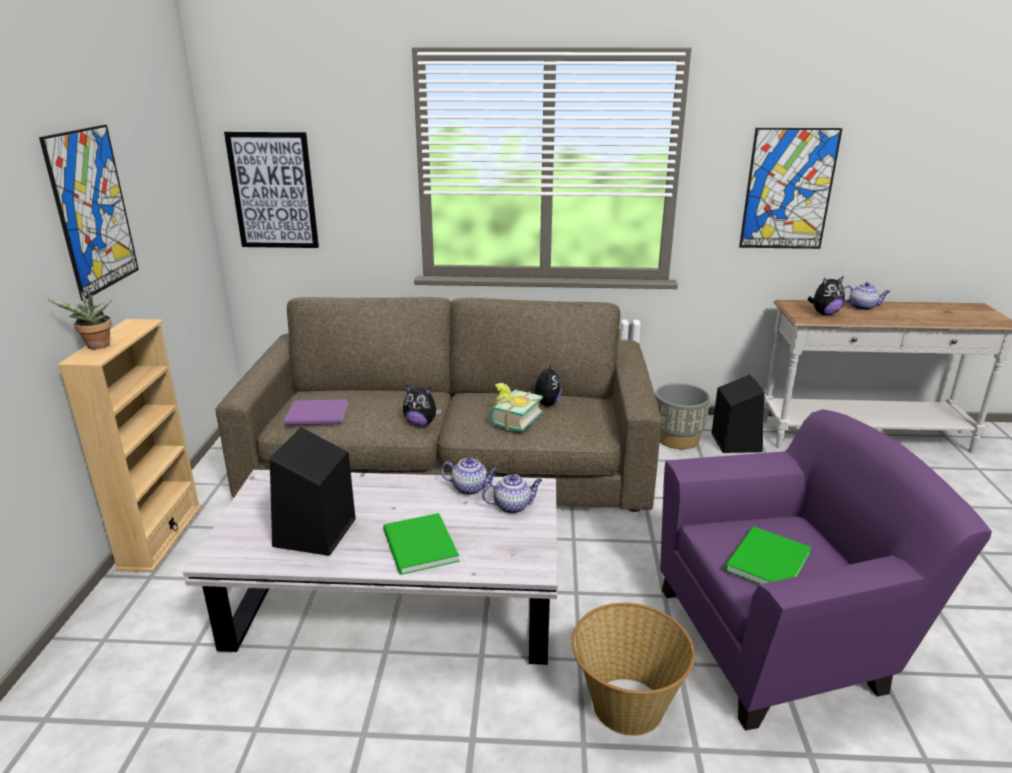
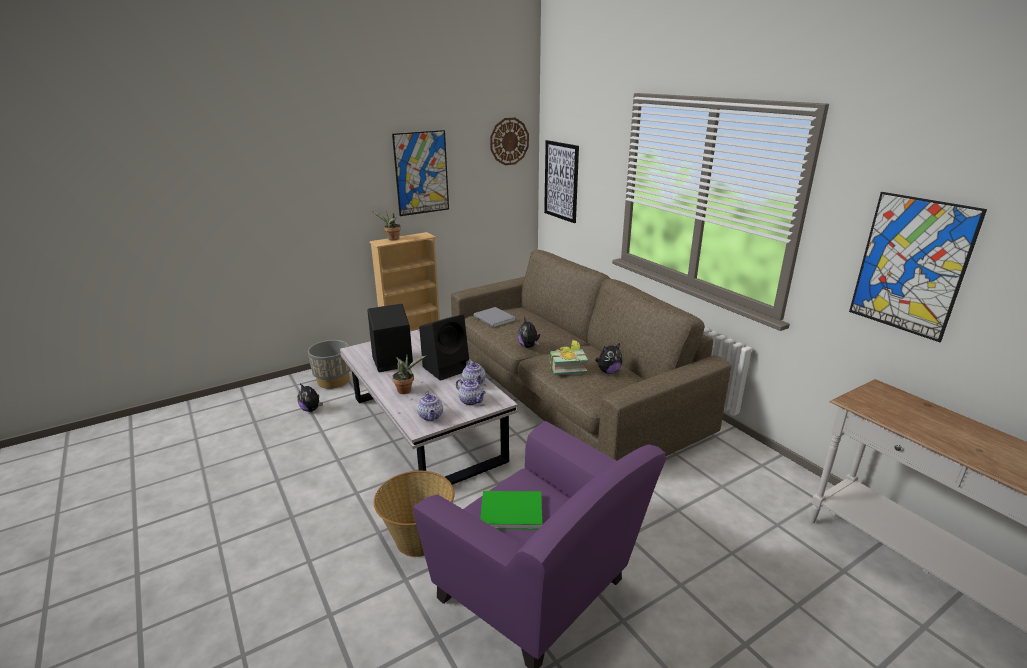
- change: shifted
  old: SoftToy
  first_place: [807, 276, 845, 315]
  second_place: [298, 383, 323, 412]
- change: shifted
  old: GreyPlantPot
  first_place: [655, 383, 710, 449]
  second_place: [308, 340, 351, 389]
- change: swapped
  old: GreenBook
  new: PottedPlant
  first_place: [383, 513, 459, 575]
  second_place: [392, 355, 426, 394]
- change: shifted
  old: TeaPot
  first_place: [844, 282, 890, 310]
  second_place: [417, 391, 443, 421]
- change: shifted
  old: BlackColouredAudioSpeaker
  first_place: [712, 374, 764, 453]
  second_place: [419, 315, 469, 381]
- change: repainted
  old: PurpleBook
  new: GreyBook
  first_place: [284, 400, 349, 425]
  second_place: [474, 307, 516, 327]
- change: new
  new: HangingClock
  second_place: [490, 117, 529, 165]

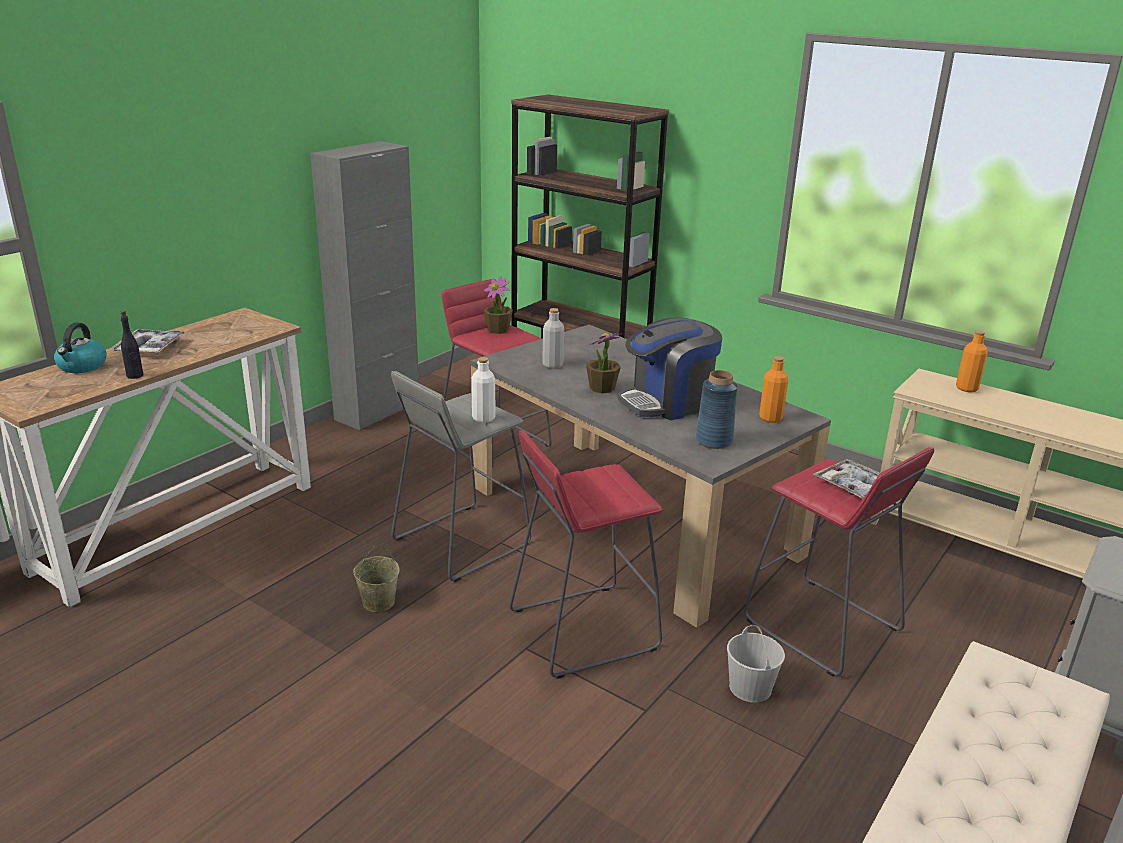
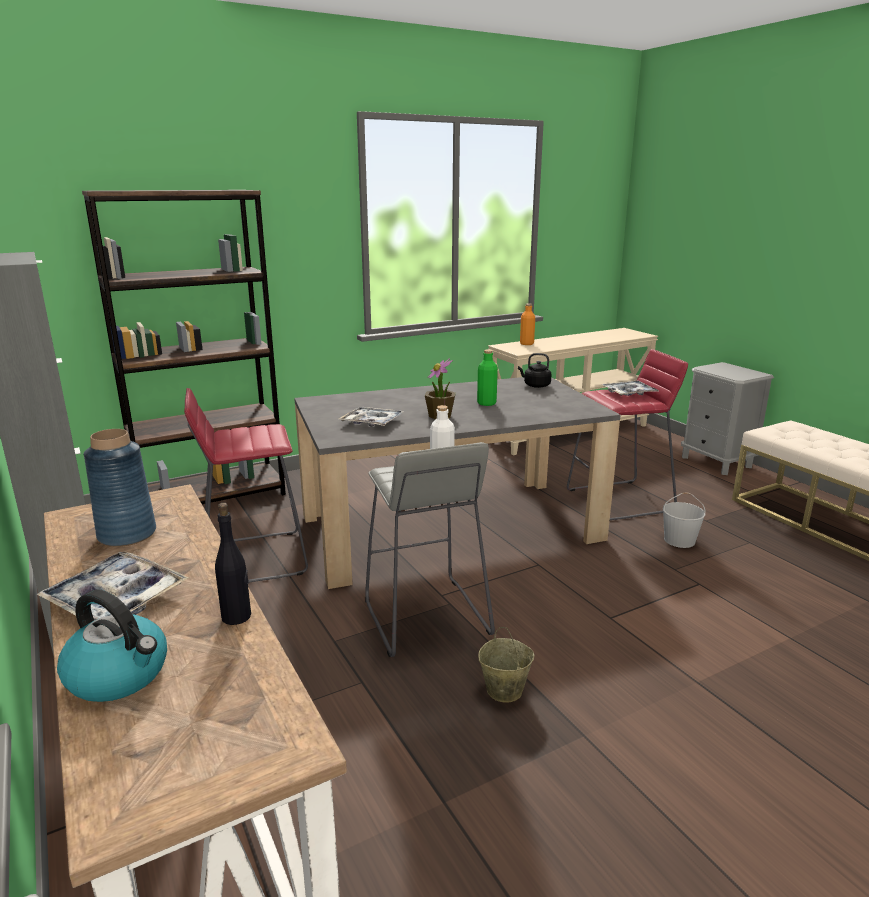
- change: shifted
  old: BluishFlowerVase
  first_place: [696, 370, 738, 449]
  second_place: [84, 429, 156, 547]
- change: swapped
  old: GreyBottle
  new: Tray
  first_place: [542, 308, 564, 369]
  second_place: [339, 407, 404, 427]
- change: swapped
  old: CoffeeMaker
  new: GreenBottle
  first_place: [617, 317, 722, 420]
  second_place: [477, 350, 498, 406]
- change: swapped
  old: OrangeBottle
  new: BlackColouredKettle
  first_place: [759, 356, 788, 423]
  second_place: [518, 353, 552, 388]
- change: gone
  old: PottedPlant
  first_place: [483, 277, 513, 334]
- change: gone
  old: RedColouredSittingStool
  first_place: [509, 430, 663, 679]

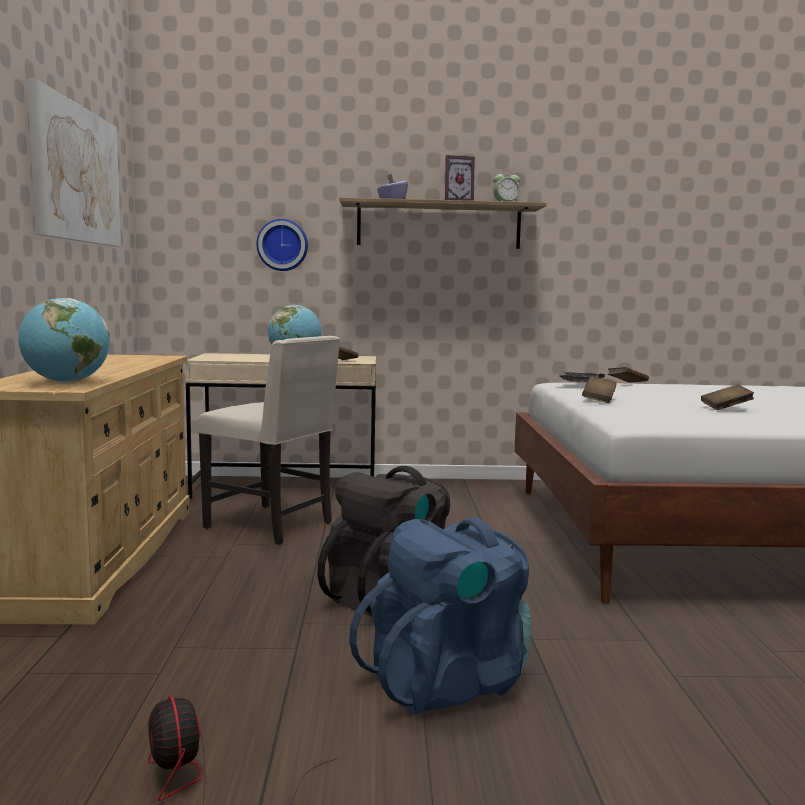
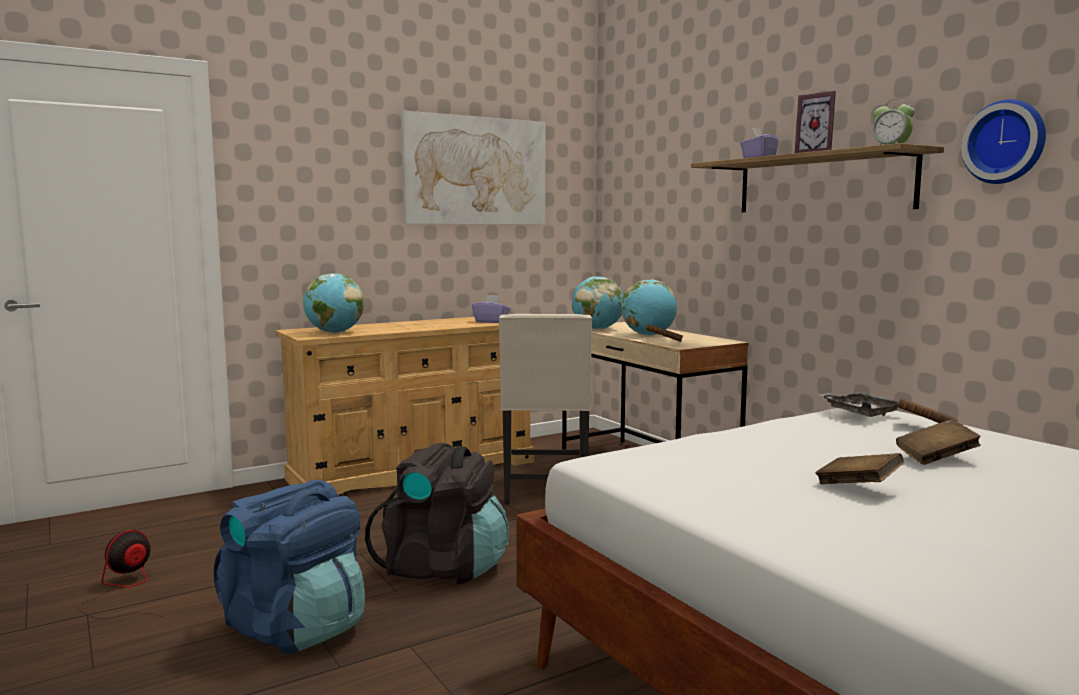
- change: new
  new: PurpleTissueBox
  second_place: [472, 295, 510, 323]
- change: new
  new: DeskGlobe
  second_place: [572, 276, 623, 330]
- change: shifted
  old: BrownishBook
  first_place: [582, 376, 617, 403]
  second_place: [896, 419, 981, 465]
- change: shifted
  old: HangingClock
  first_place: [257, 219, 308, 271]
  second_place: [961, 99, 1046, 184]

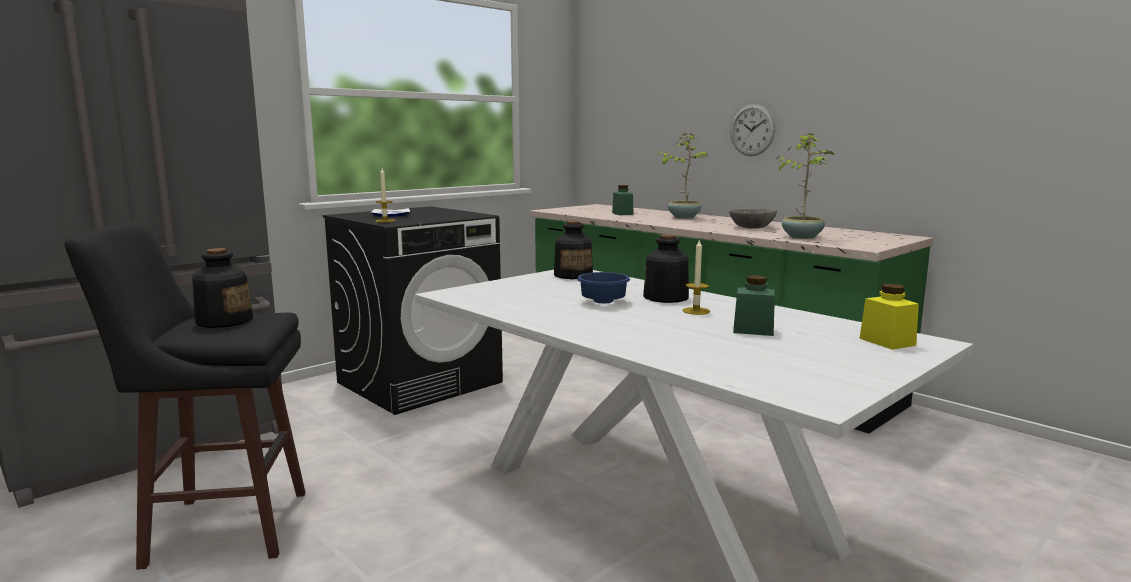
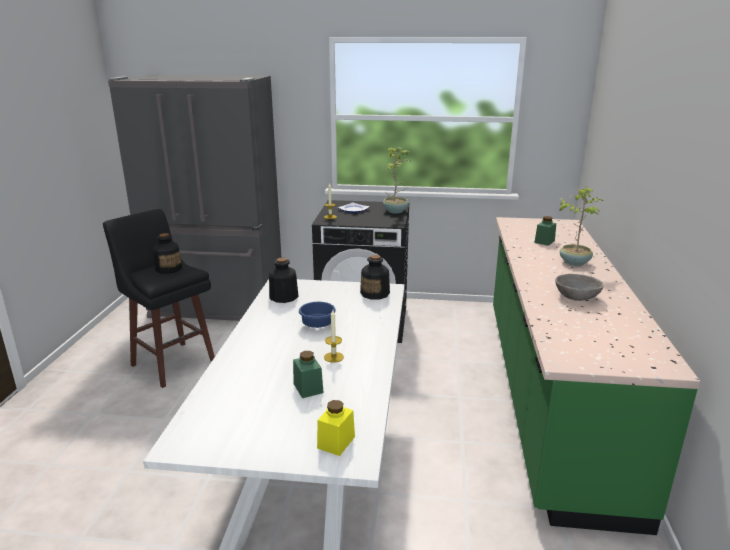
- change: shifted
  old: Bottle
  first_place: [643, 234, 689, 303]
  second_place: [269, 258, 299, 303]
- change: shifted
  old: PottedPlant
  first_place: [776, 134, 834, 239]
  second_place: [383, 147, 412, 213]
- change: gone
  old: HangingClock
  first_place: [730, 104, 775, 156]

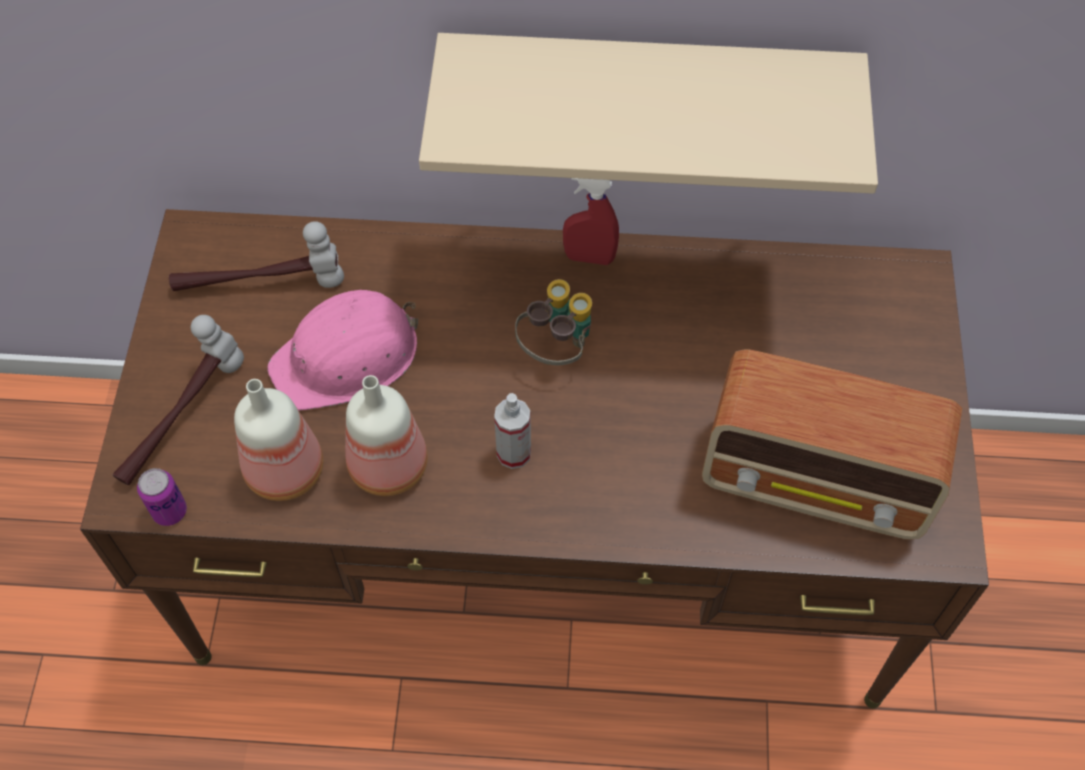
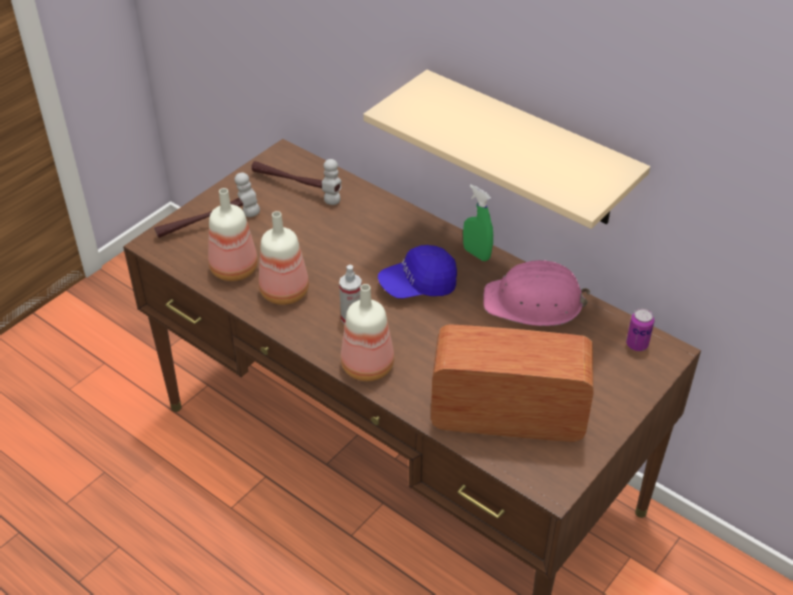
- change: new
  new: Bottle
  second_place: [341, 284, 394, 381]
- change: swapped
  old: FieldGlasses
  new: BluishCap
  first_place: [515, 279, 592, 366]
  second_place: [378, 245, 457, 298]
- change: rotated
  old: RadioSet
  first_place: [702, 349, 962, 540]
  second_place: [431, 324, 593, 442]
  degrees: 135
- change: repainted
  old: RedColouredSprayer
  new: GreenSprayer
  first_place: [563, 178, 619, 265]
  second_place: [463, 184, 493, 261]
- change: shifted
  old: PinkishWorkHelmet
  first_place: [267, 290, 418, 410]
  second_place: [483, 260, 590, 326]
- change: shifted
  old: SealedCan
  first_place: [137, 468, 187, 526]
  second_place: [626, 308, 654, 351]

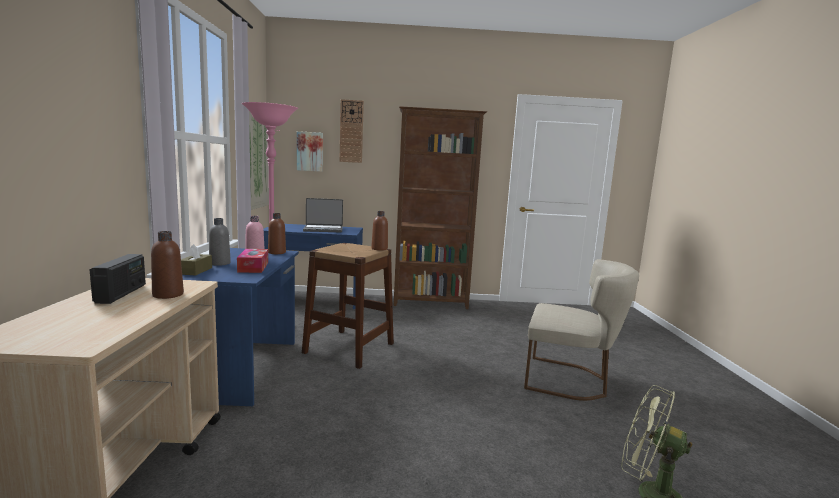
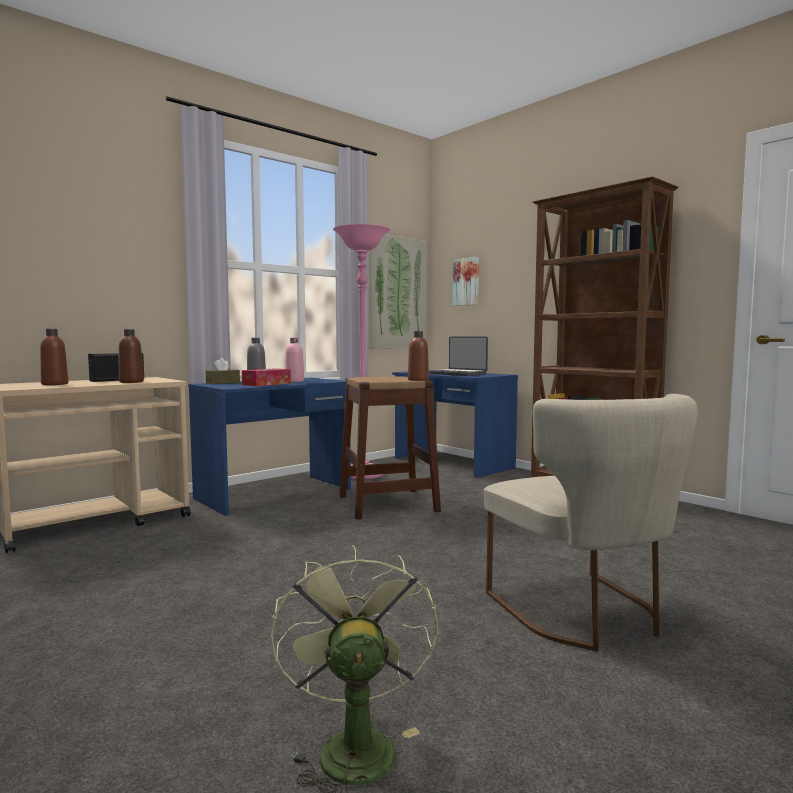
- change: shifted
  old: BrownishBottle
  first_place: [268, 213, 286, 254]
  second_place: [40, 329, 68, 385]
- change: gone
  old: HangingClock
  first_place: [339, 99, 364, 163]

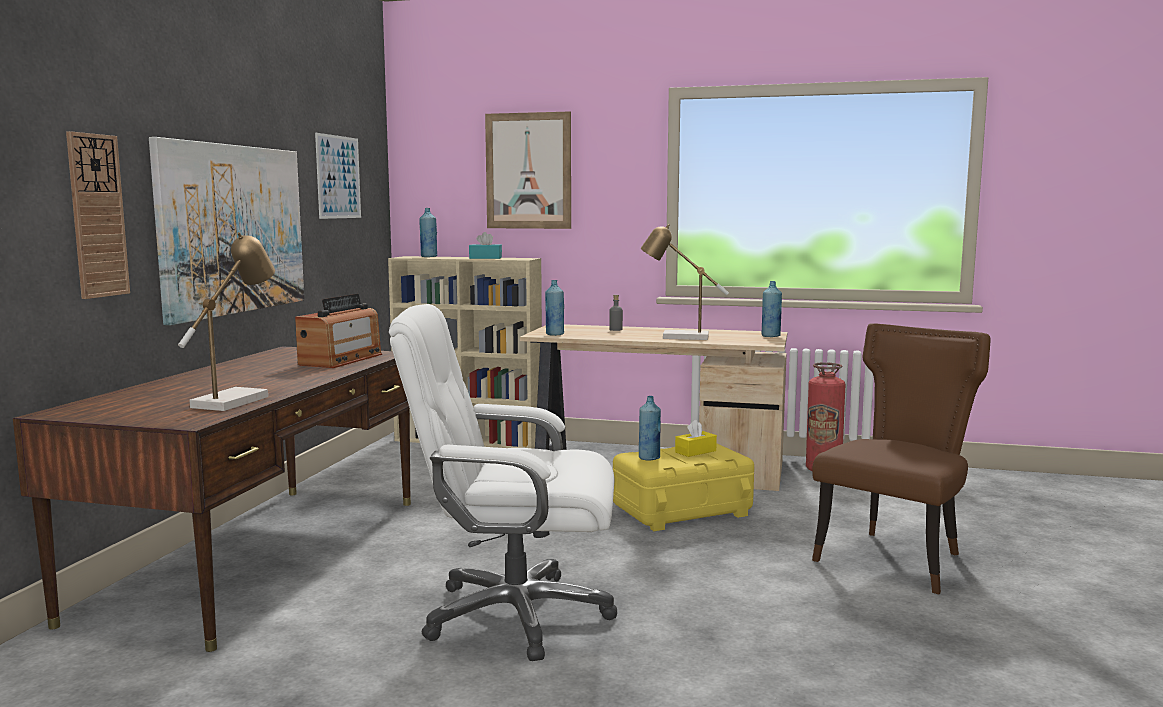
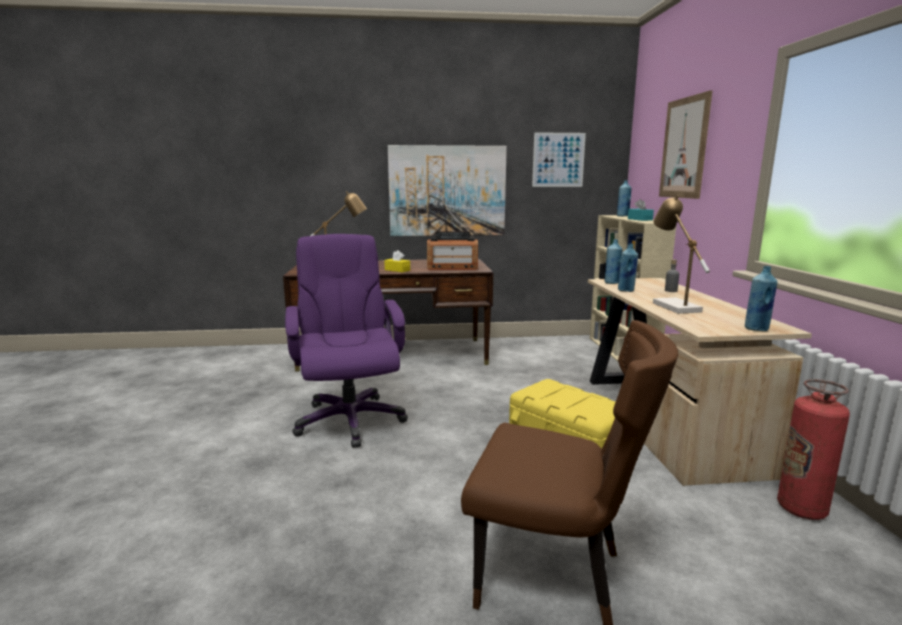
- change: repainted
  old: WhiteOfficeChair
  new: PurpleOfficeChair
  first_place: [389, 304, 617, 661]
  second_place: [285, 234, 408, 448]
- change: shifted
  old: YellowishTissueBox
  first_place: [675, 420, 717, 457]
  second_place: [384, 250, 410, 272]
- change: shifted
  old: BluishBottle
  first_place: [639, 396, 661, 461]
  second_place: [618, 244, 638, 292]
- change: gone
  old: HangingClock
  first_place: [66, 131, 130, 299]

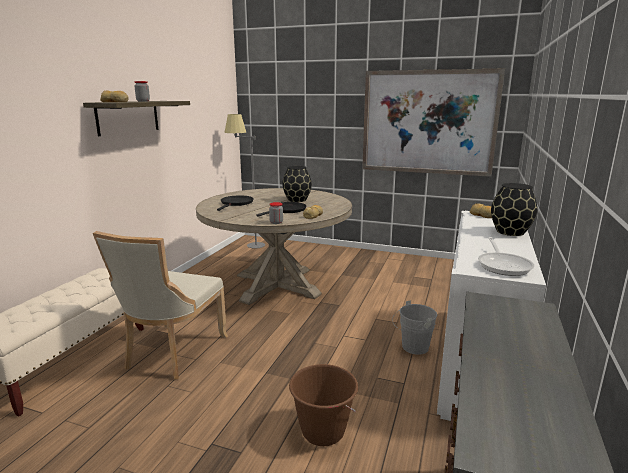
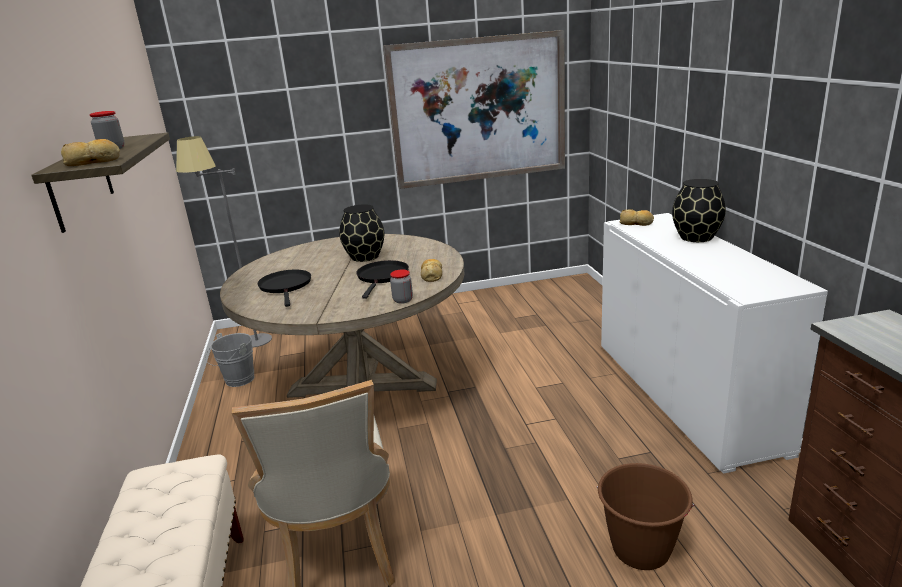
- change: shifted
  old: GreyBucket
  first_place: [392, 301, 437, 355]
  second_place: [205, 333, 255, 387]
- change: gone
  old: Pan
  first_place: [478, 237, 534, 276]

